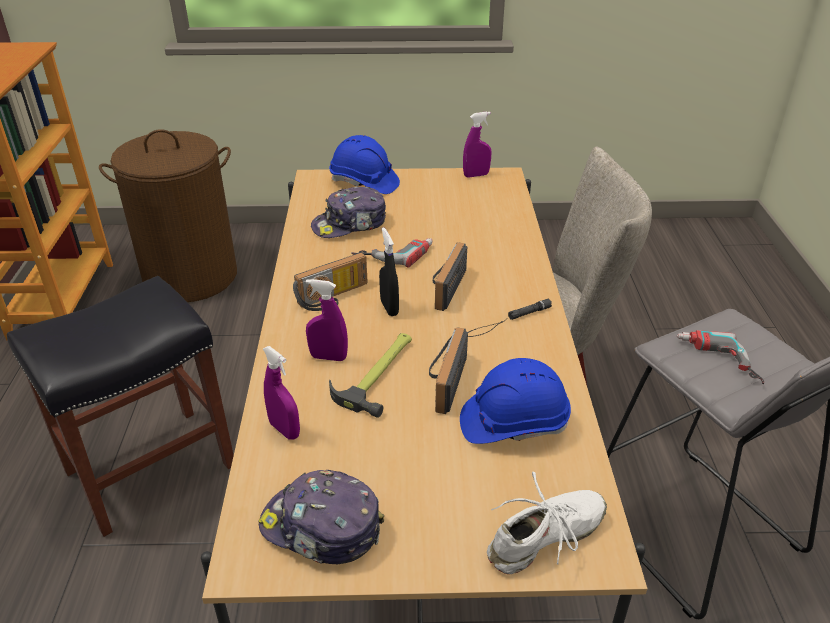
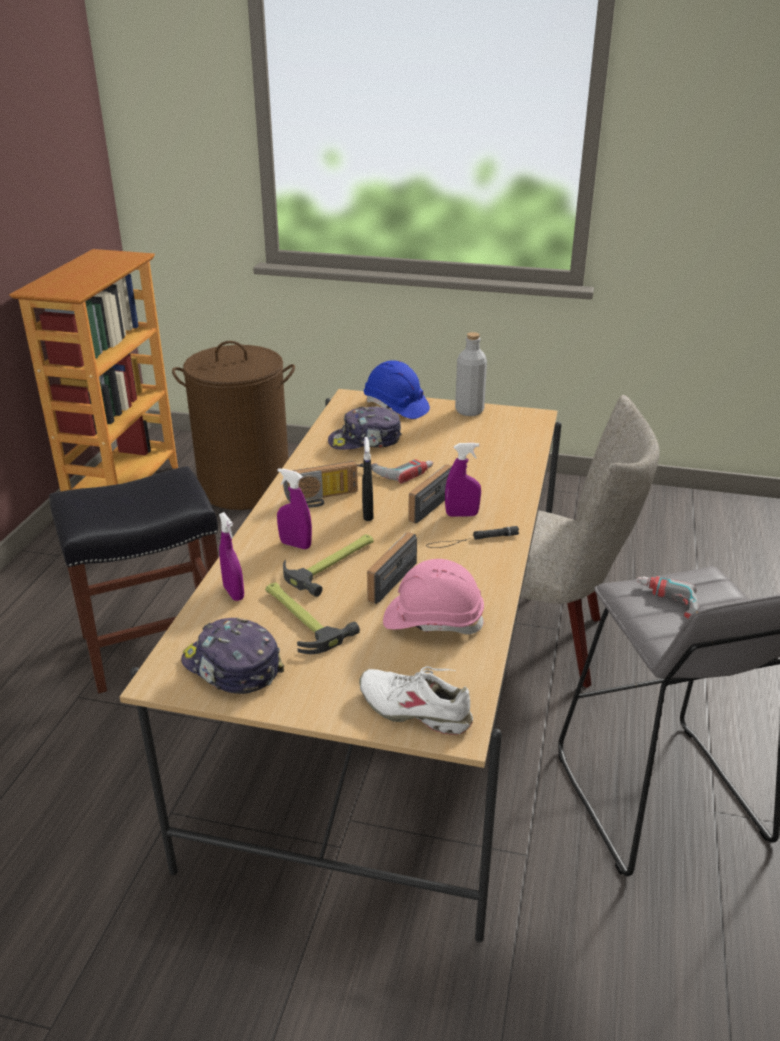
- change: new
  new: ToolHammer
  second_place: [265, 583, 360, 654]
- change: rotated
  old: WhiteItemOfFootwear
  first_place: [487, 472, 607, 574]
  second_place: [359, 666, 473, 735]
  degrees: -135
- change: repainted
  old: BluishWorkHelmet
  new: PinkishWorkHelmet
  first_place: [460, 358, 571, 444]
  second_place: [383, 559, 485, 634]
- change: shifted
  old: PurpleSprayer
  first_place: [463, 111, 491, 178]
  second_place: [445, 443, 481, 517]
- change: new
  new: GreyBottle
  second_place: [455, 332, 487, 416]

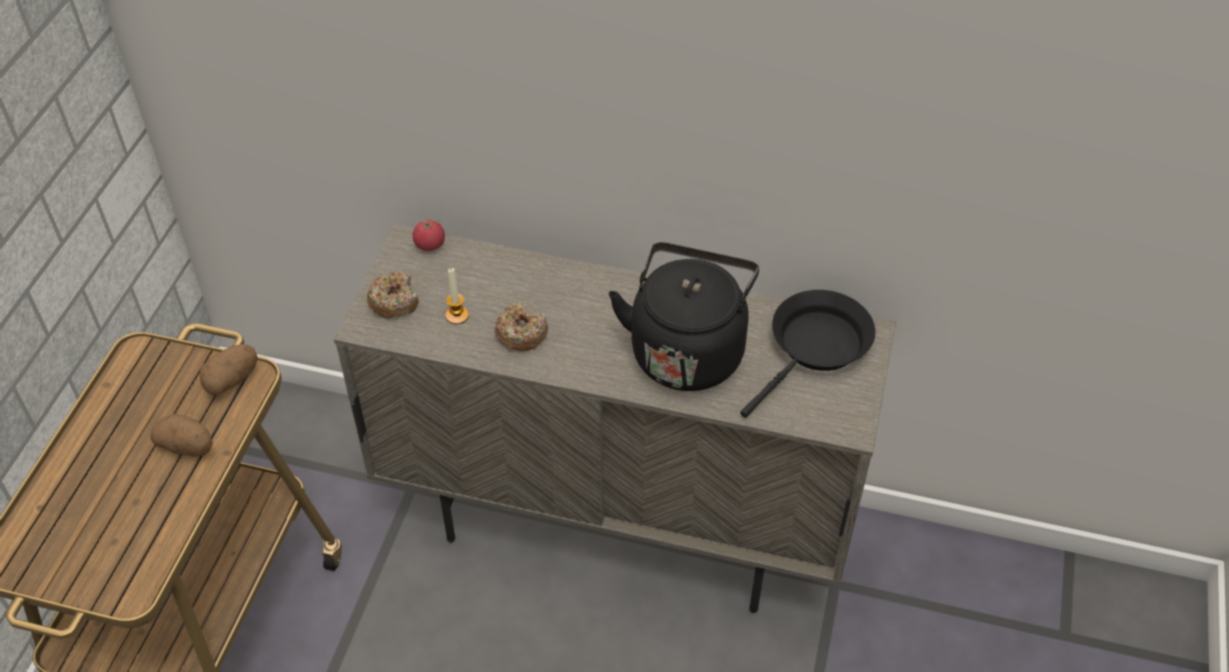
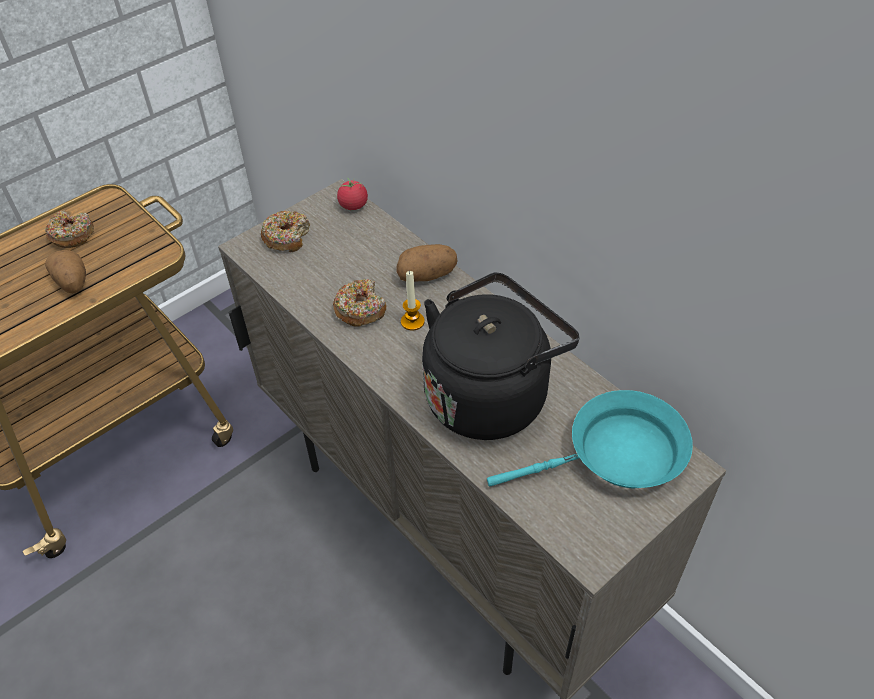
- change: new
  new: RingDoughnut
  second_place: [45, 210, 94, 248]
- change: shifted
  old: WholePotato
  first_place: [199, 344, 258, 395]
  second_place: [396, 244, 457, 282]
- change: shifted
  old: WaxCandle
  first_place: [445, 268, 469, 324]
  second_place: [401, 271, 425, 331]
- change: repainted
  old: BlackColouredPan
  new: TurquoisePan
  first_place: [740, 290, 875, 418]
  second_place: [487, 390, 693, 488]

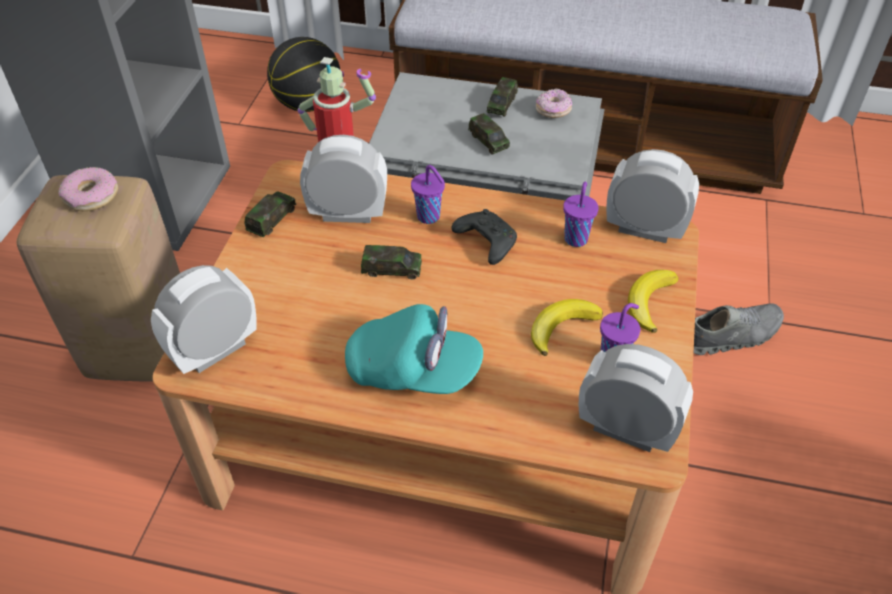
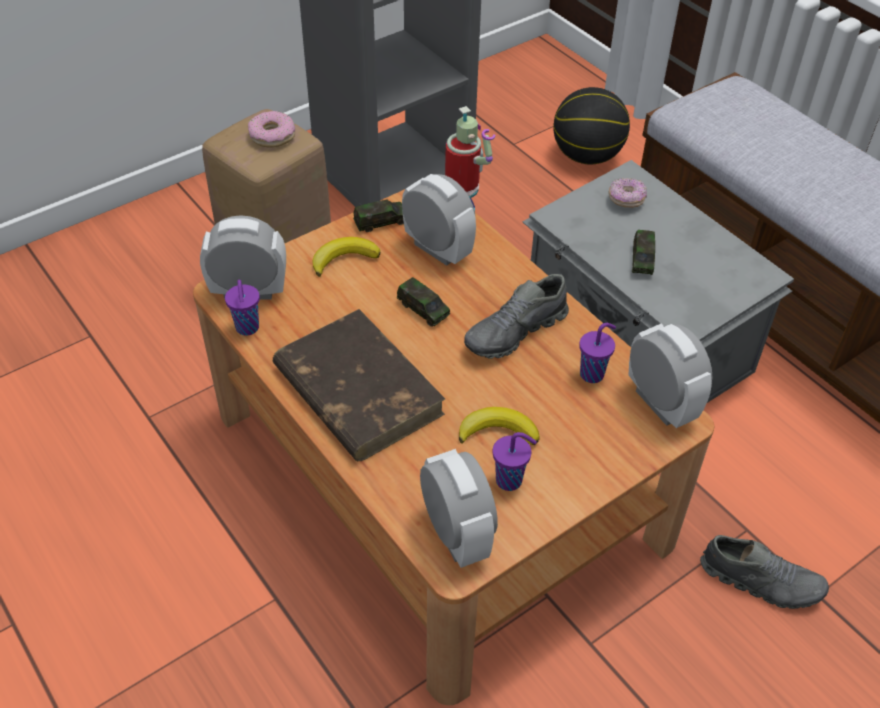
- change: shifted
  old: PurpleDrinkingCup
  first_place: [411, 165, 445, 224]
  second_place: [225, 280, 260, 336]
- change: swapped
  old: TurquoiseCap
  new: BrownishBook
  first_place: [345, 304, 483, 394]
  second_place: [273, 309, 445, 461]
- change: shifted
  old: Banana
  first_place: [628, 270, 679, 333]
  second_place: [313, 237, 380, 277]
- change: swapped
  old: BlackColouredGameController
  new: GreyItemOfFootwear
  first_place: [451, 209, 517, 265]
  second_place: [464, 274, 569, 359]
- change: shifted
  old: RingDoughnut
  first_place: [536, 88, 572, 118]
  second_place: [608, 178, 647, 208]
- change: gone
  old: ToyCar
  first_place: [486, 77, 518, 117]

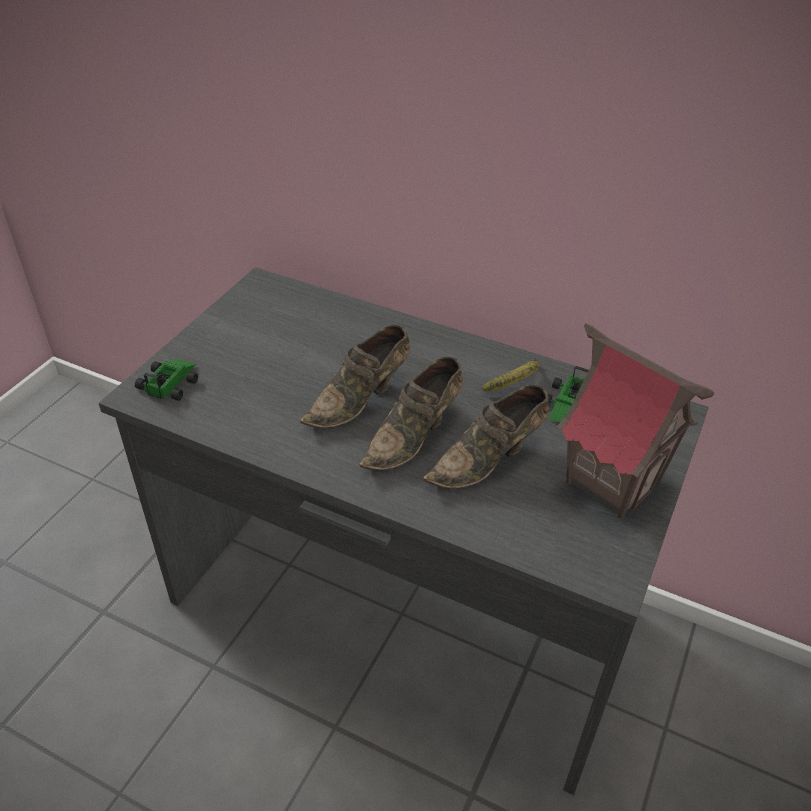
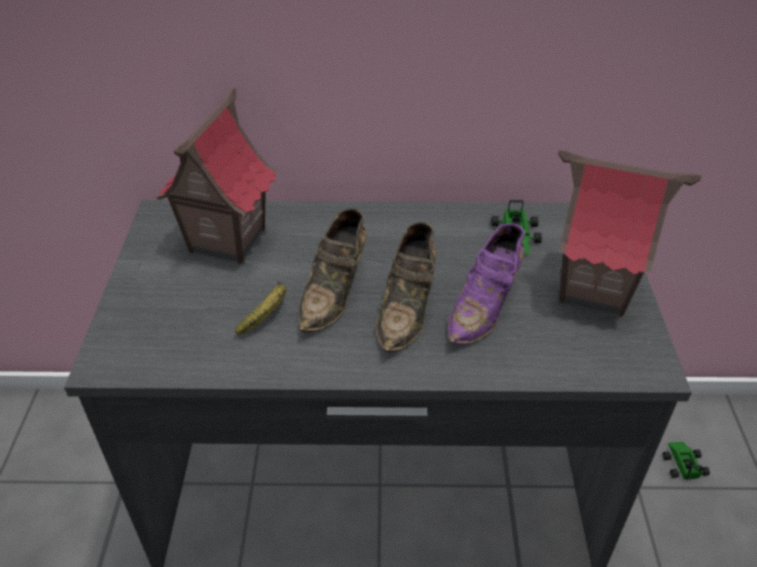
- change: new
  new: ModelHouse
  second_place: [156, 88, 276, 264]
- change: shifted
  old: Banana
  first_place: [482, 358, 540, 391]
  second_place: [235, 281, 286, 334]
- change: repainted
  old: BrownishItemOfFootwear
  new: PurpleItemOfFootwear
  first_place: [423, 385, 549, 489]
  second_place: [448, 223, 525, 345]
- change: shifted
  old: ToyCar
  first_place: [135, 359, 198, 401]
  second_place: [663, 442, 710, 479]

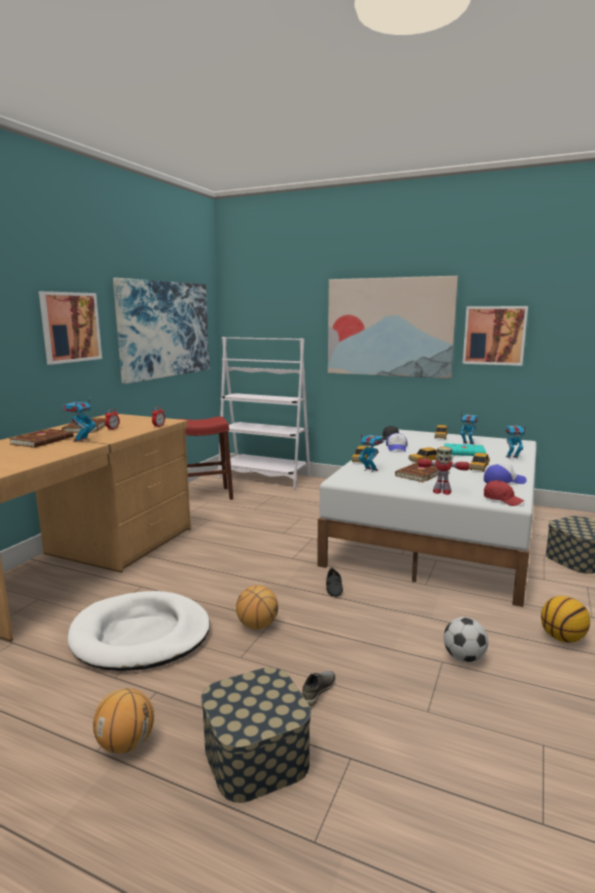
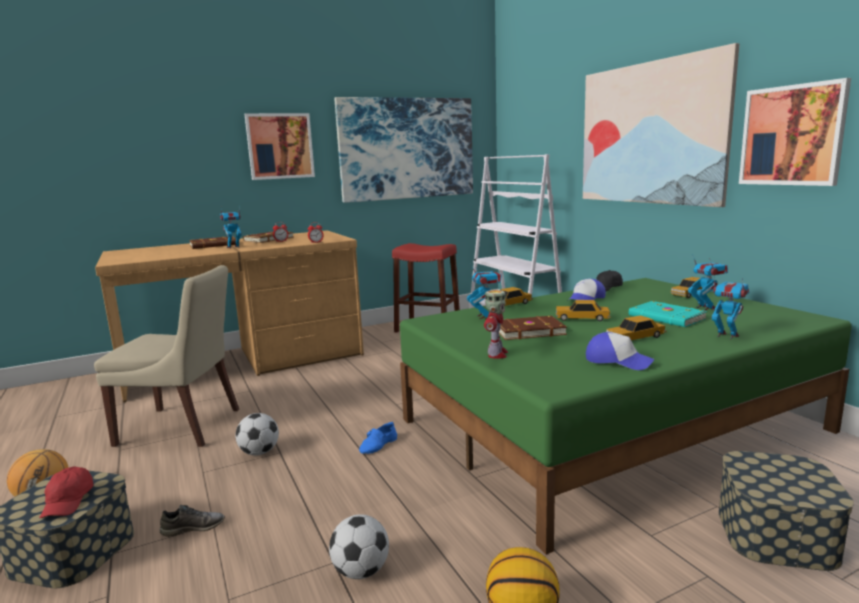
- change: shifted
  old: RedColouredCap
  first_place: [484, 480, 524, 506]
  second_place: [39, 466, 93, 518]
- change: swapped
  old: WhiteDogCushion
  new: BeigeColouredPlainChair
  first_place: [68, 591, 210, 671]
  second_place: [94, 265, 239, 447]
- change: swapped
  old: Basketball
  new: FootballBall
  first_place: [236, 585, 278, 630]
  second_place: [235, 413, 279, 456]
- change: repainted
  old: BlackColouredItemOfFootwear
  new: BluishItemOfFootwear
  first_place: [326, 568, 343, 597]
  second_place: [359, 422, 397, 454]
- change: repainted
  old: WhiteSleepingBed
  new: GreenSleepingBed
  first_place: [317, 429, 537, 607]
  second_place: [400, 278, 852, 555]
- change: rotated
  old: RobotFigure
  first_place: [418, 447, 470, 495]
  second_place: [484, 290, 508, 359]
  degrees: -135

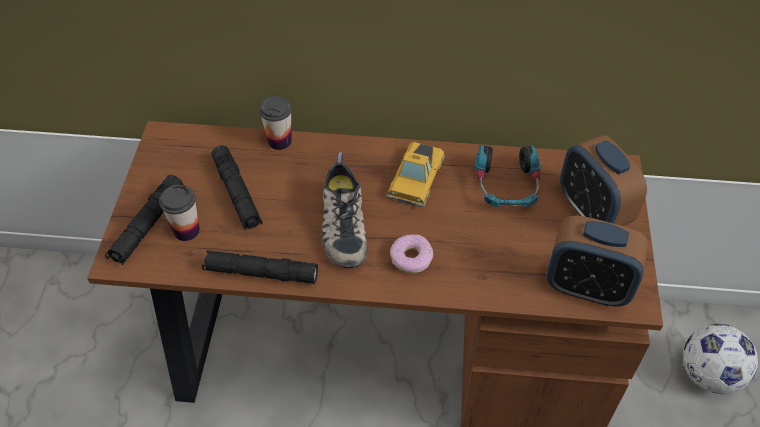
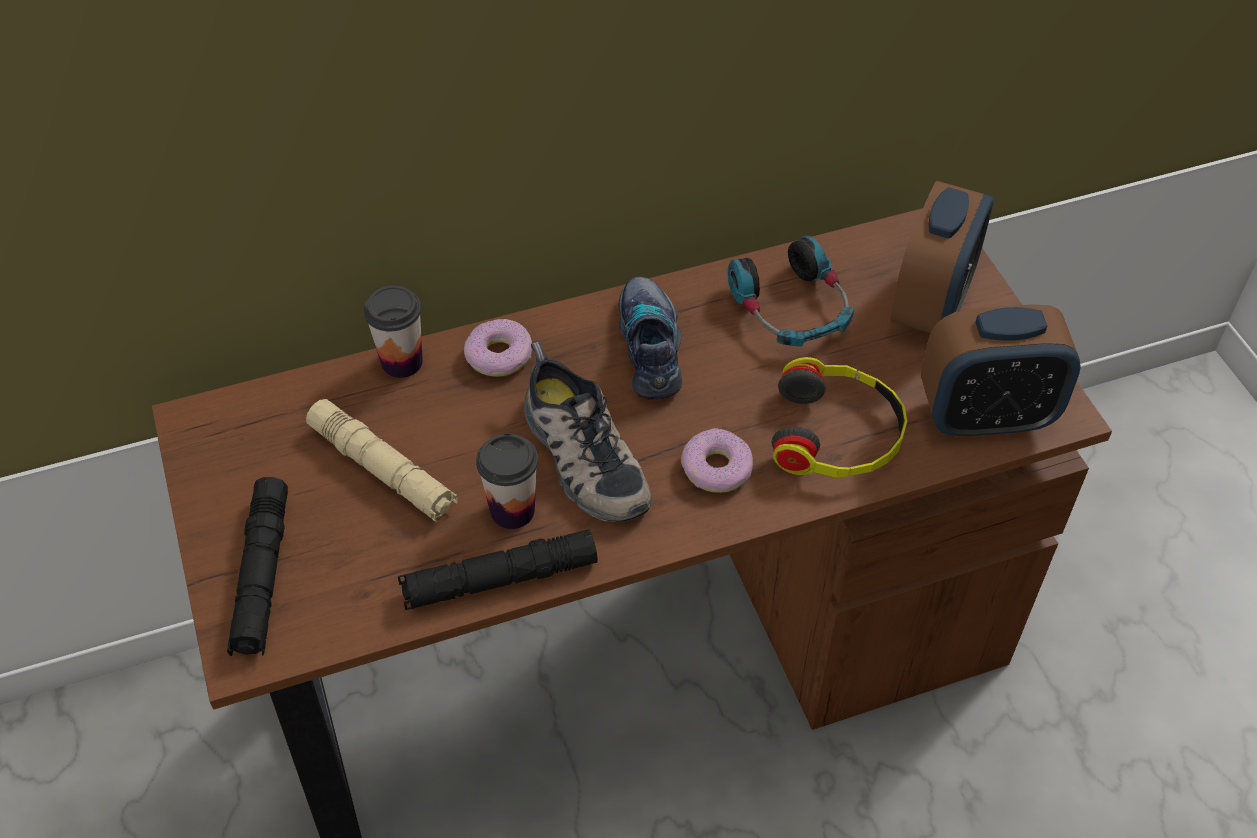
- change: repainted
  old: BlackColouredHandTorch
  new: BeigeColouredHandTorch
  first_place: [211, 145, 263, 230]
  second_place: [306, 399, 459, 522]
- change: new
  new: RingDoughnut
  second_place: [464, 319, 532, 377]
- change: shifted
  old: DrinkingCup
  first_place: [159, 185, 200, 241]
  second_place: [476, 433, 538, 529]
- change: swapped
  old: ToyCar
  new: ItemOfFootwear
  first_place: [386, 142, 445, 208]
  second_place: [618, 276, 682, 400]
- change: new
  new: Headset
  second_place: [772, 357, 907, 478]
- change: rotated
  old: TableClock
  first_place: [560, 135, 647, 226]
  second_place: [890, 181, 994, 333]
  degrees: -105
- change: gone
  old: FootballBall
  first_place: [683, 324, 758, 394]

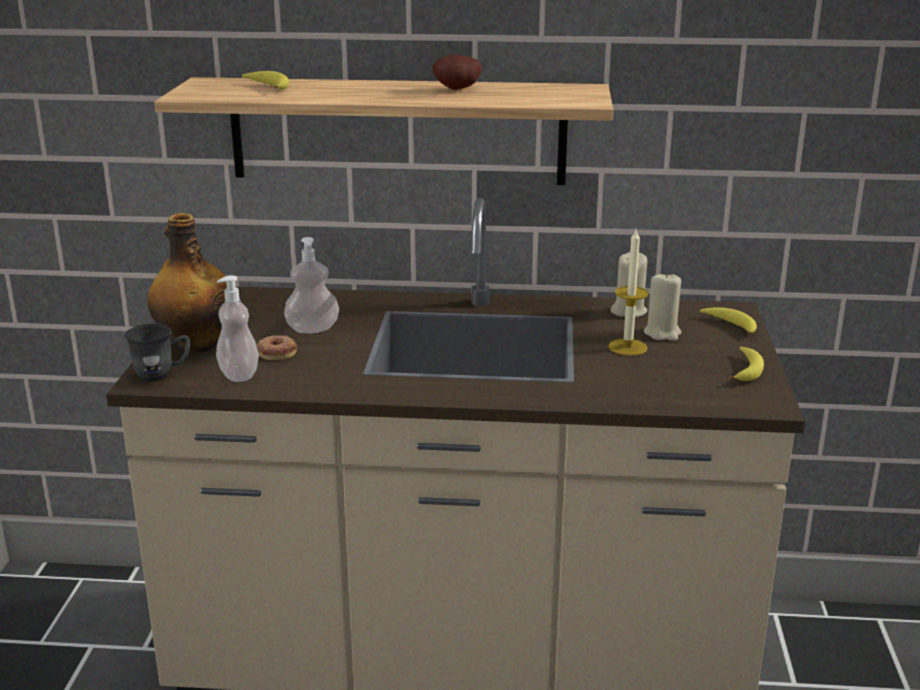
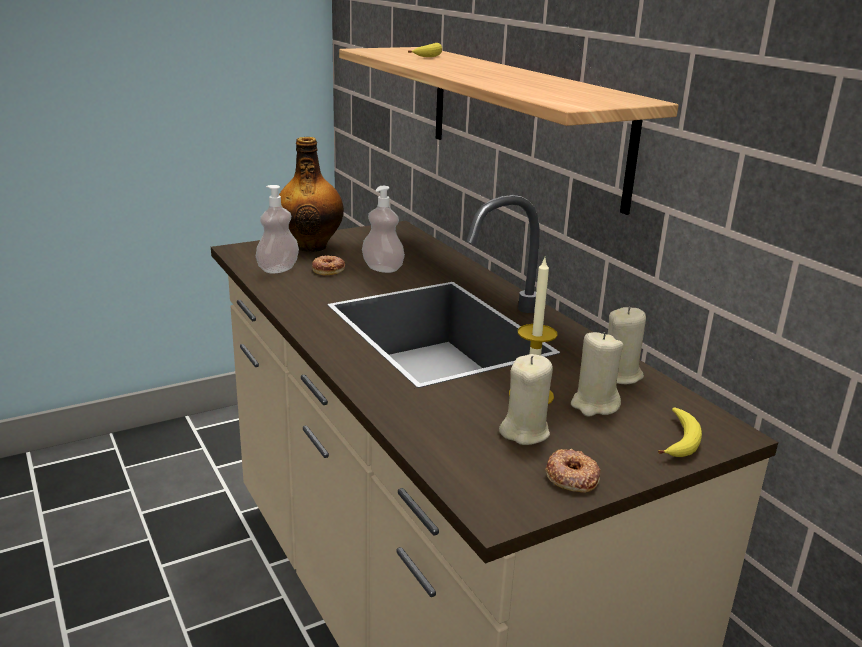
- change: new
  new: BeigeColouredWaxCandle
  second_place: [499, 354, 553, 445]
- change: swapped
  old: Banana
  new: RingDoughnut
  first_place: [729, 347, 764, 381]
  second_place: [545, 449, 600, 493]
- change: gone
  old: GreyTeaMug
  first_place: [125, 323, 190, 382]
- change: gone
  old: WholePotato
  first_place: [432, 55, 482, 90]

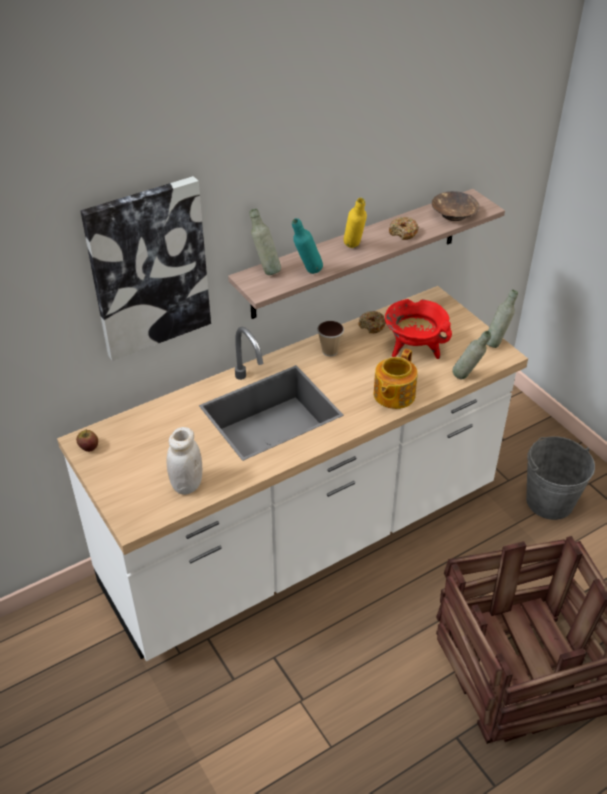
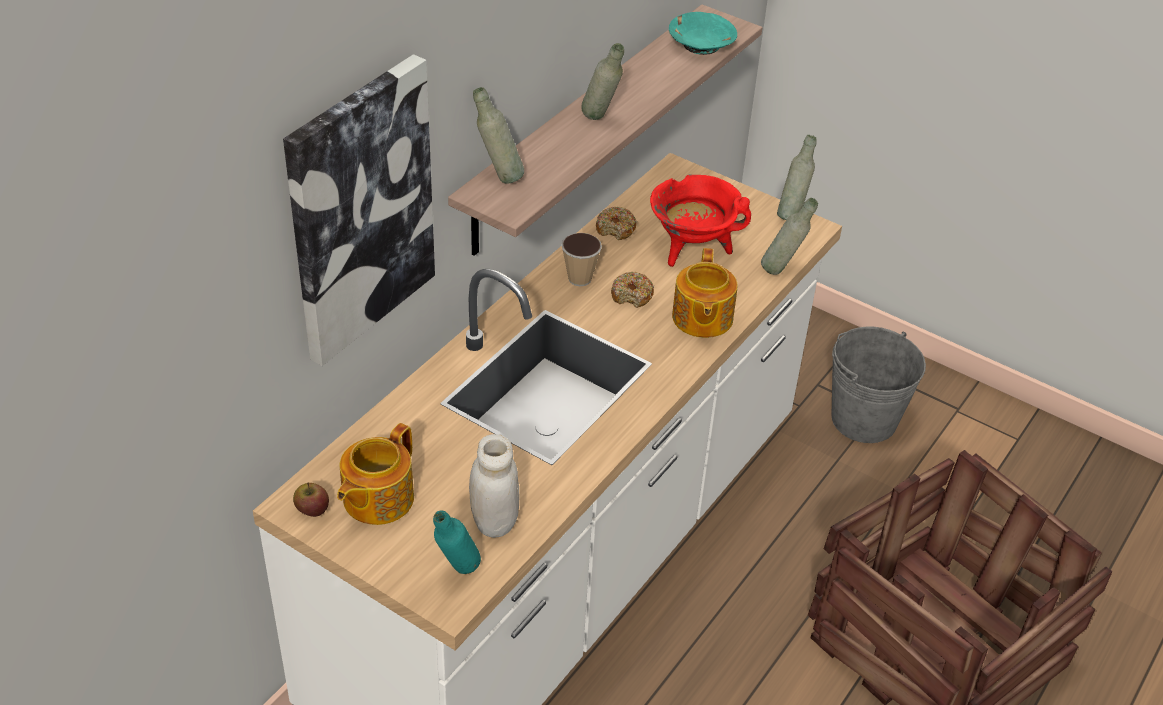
- change: new
  new: TeaPot
  second_place: [337, 423, 414, 525]
- change: shifted
  old: TurquoiseBottle
  first_place: [292, 218, 323, 274]
  second_place: [433, 511, 481, 574]
- change: repainted
  old: YellowishBottle
  new: GreyBottle
  first_place: [344, 198, 367, 248]
  second_place: [581, 43, 624, 120]
- change: shifted
  old: RingDoughnut
  first_place: [389, 217, 419, 240]
  second_place: [611, 272, 654, 308]
- change: repainted
  old: BrownishServingBowl
  new: TurquoiseServingBowl
  first_place: [432, 191, 479, 221]
  second_place: [669, 12, 737, 55]

